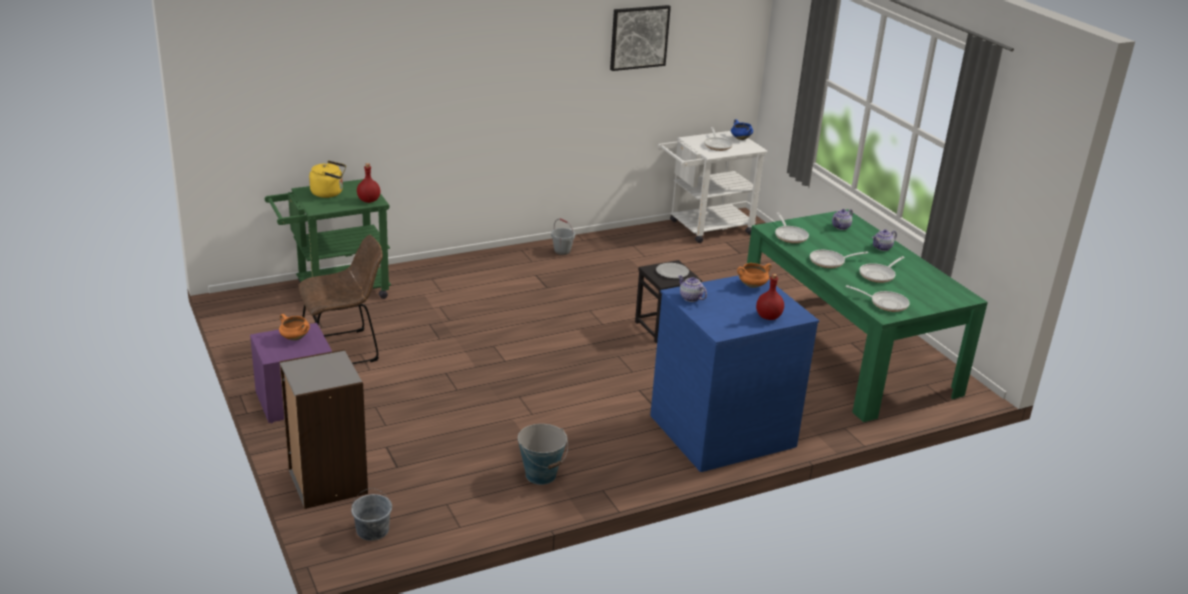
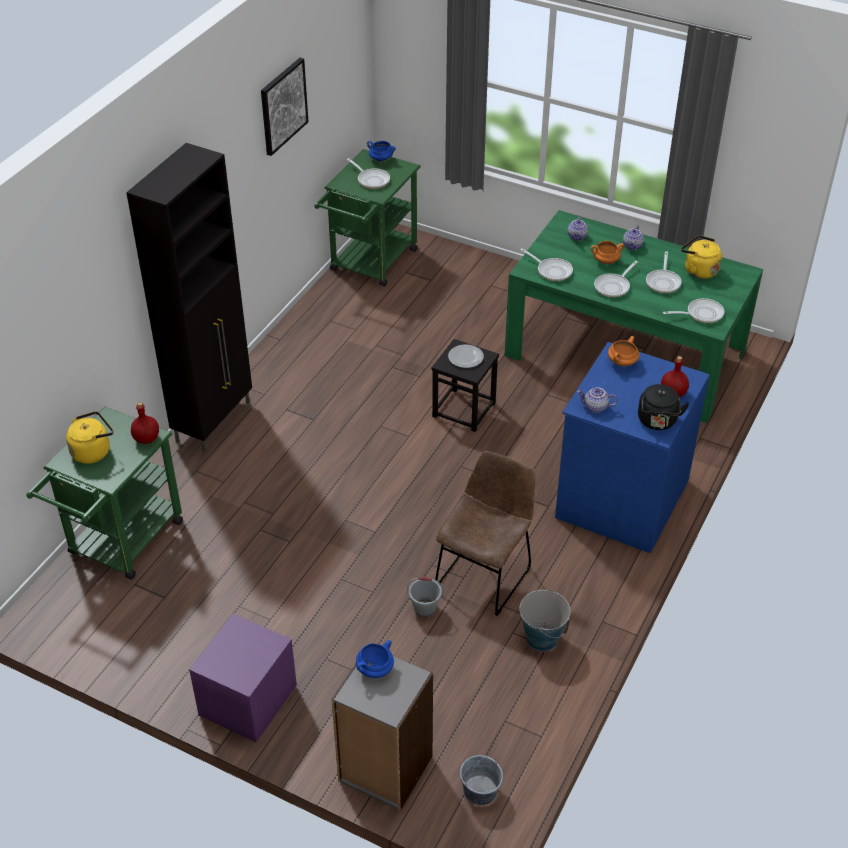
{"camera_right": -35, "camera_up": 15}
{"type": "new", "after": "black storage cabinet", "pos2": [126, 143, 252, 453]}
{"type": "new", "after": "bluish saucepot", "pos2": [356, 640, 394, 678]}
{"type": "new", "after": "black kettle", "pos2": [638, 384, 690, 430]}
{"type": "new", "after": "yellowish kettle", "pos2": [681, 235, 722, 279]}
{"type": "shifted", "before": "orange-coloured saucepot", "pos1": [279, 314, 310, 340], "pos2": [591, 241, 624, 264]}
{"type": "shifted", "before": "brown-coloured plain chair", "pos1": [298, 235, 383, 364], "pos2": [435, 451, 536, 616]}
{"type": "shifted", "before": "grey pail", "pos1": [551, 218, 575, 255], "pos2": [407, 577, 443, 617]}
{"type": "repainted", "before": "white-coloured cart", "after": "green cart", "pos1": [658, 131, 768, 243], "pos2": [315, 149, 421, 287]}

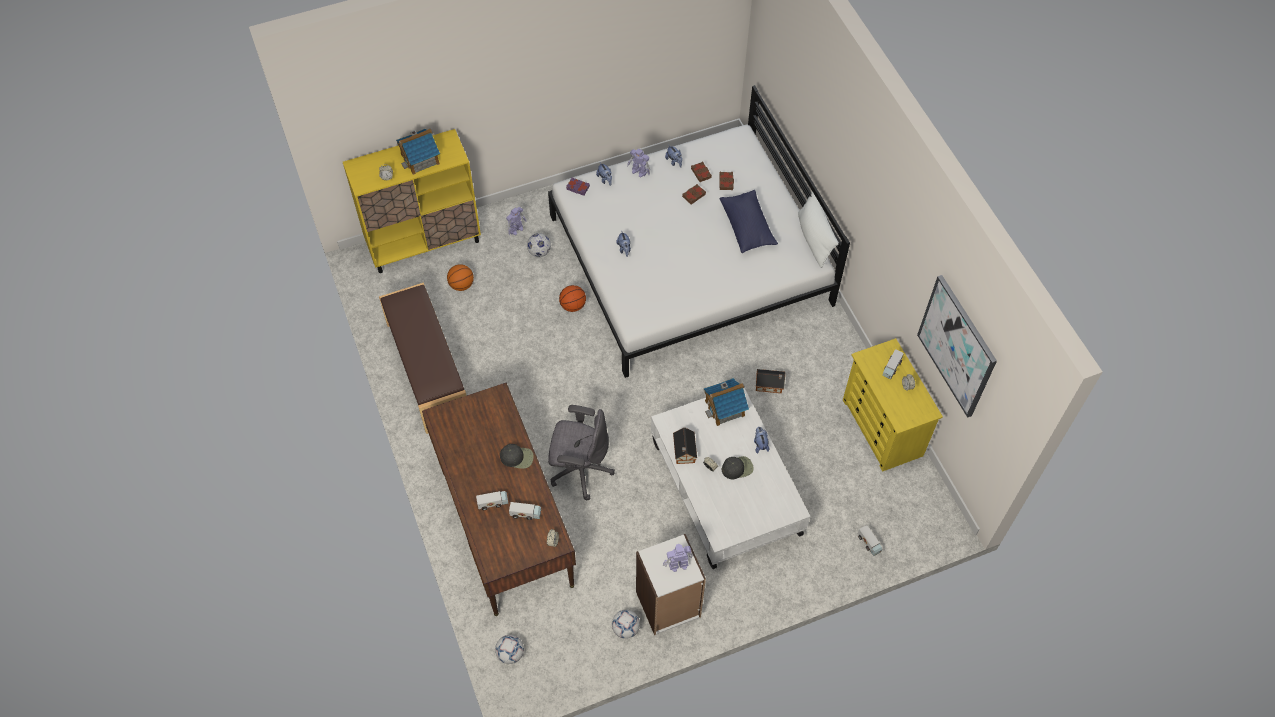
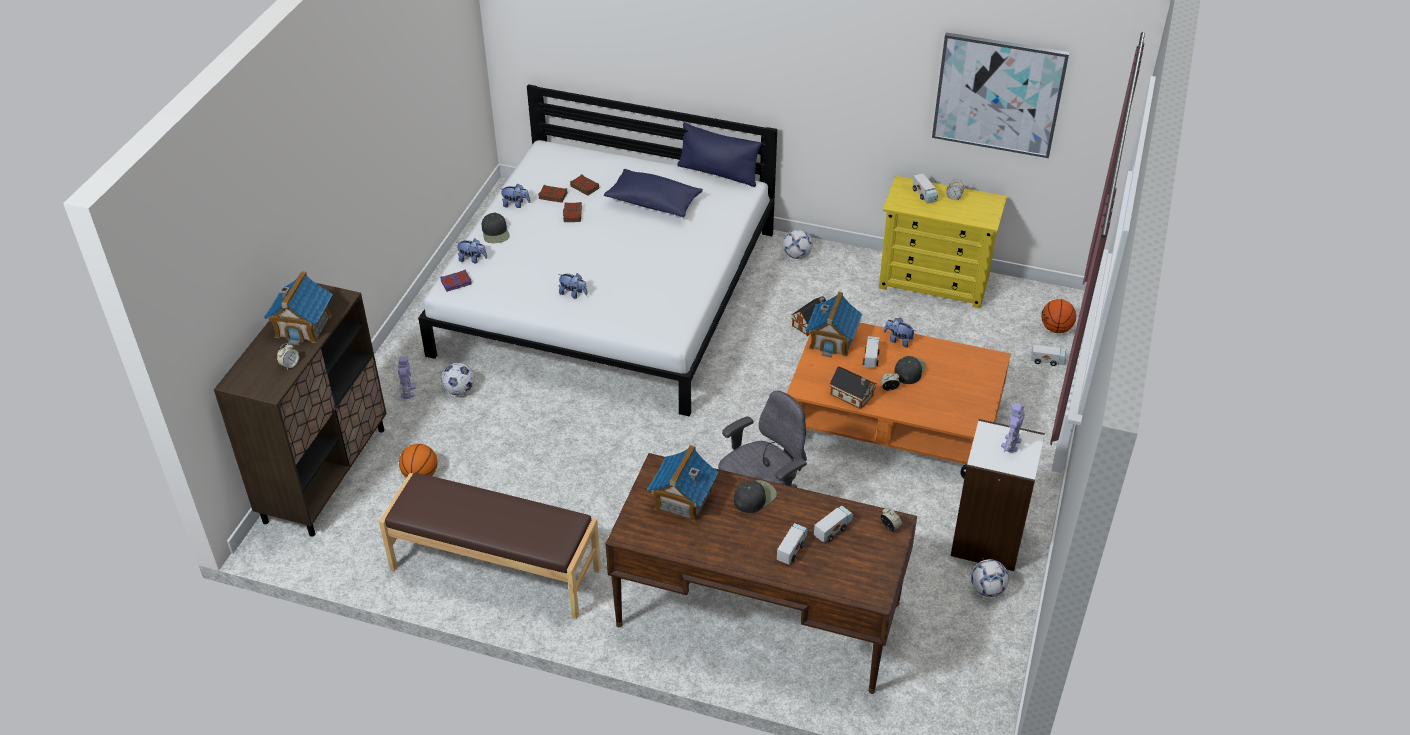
{"camera_right": -50, "camera_up": -15}
{"type": "new", "after": "miniature house", "pos2": [647, 445, 718, 522]}
{"type": "new", "after": "toy lorry", "pos2": [863, 336, 880, 368]}
{"type": "shifted", "before": "football ball", "pos1": [495, 635, 524, 664], "pos2": [783, 229, 812, 259]}
{"type": "shifted", "before": "basketball", "pos1": [559, 285, 586, 312], "pos2": [1041, 299, 1076, 333]}
{"type": "swapped", "before": "toy robot", "after": "black peaked cap", "pos1": [627, 149, 650, 178], "pos2": [482, 213, 510, 243]}
{"type": "repainted", "before": "yellowish storage cabinet", "after": "brown-coloured storage cabinet", "pos1": [343, 129, 481, 273], "pos2": [214, 283, 387, 537]}
{"type": "repainted", "before": "white-coloured lounge table", "after": "orange-coloured lounge table", "pos1": [651, 388, 810, 569], "pos2": [787, 323, 1011, 478]}
{"type": "repainted", "before": "white-coloured throw pillow", "after": "bluish throw pillow", "pos1": [798, 191, 839, 268], "pos2": [677, 123, 762, 187]}

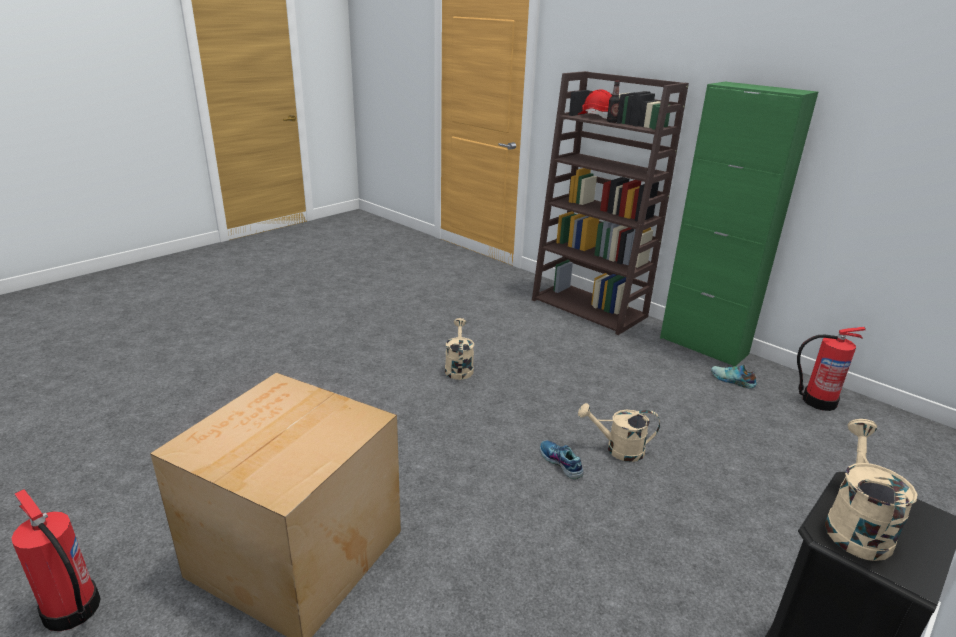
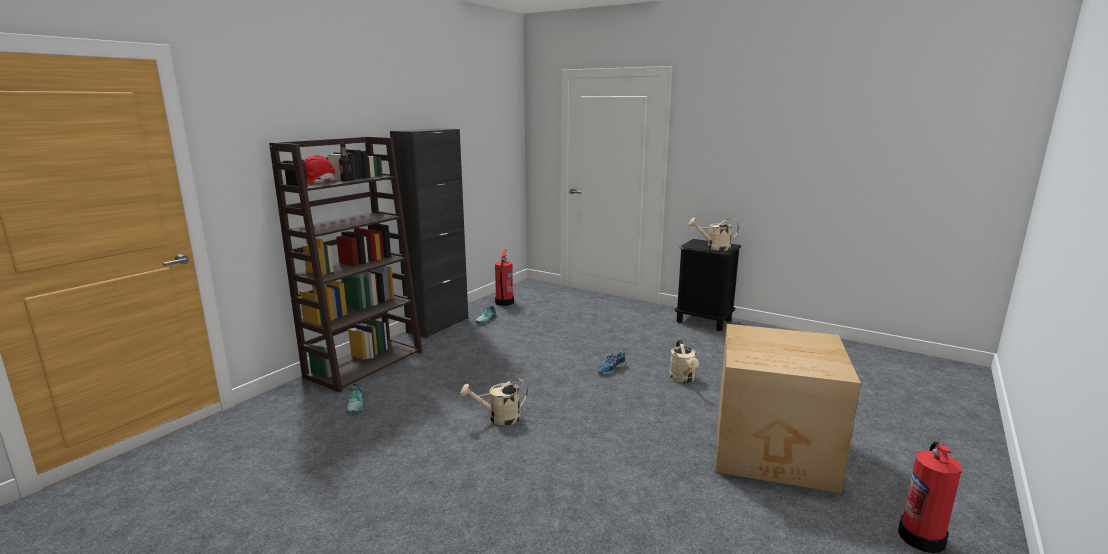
{"camera_right": -100, "camera_up": -10}
{"type": "new", "after": "low shoe", "pos2": [347, 384, 365, 413]}
{"type": "shifted", "before": "sand-coloured sprinkling can", "pos1": [578, 403, 660, 462], "pos2": [669, 339, 699, 383]}
{"type": "repainted", "before": "green storage cabinet", "after": "black storage cabinet", "pos1": [660, 82, 818, 367], "pos2": [390, 128, 468, 338]}

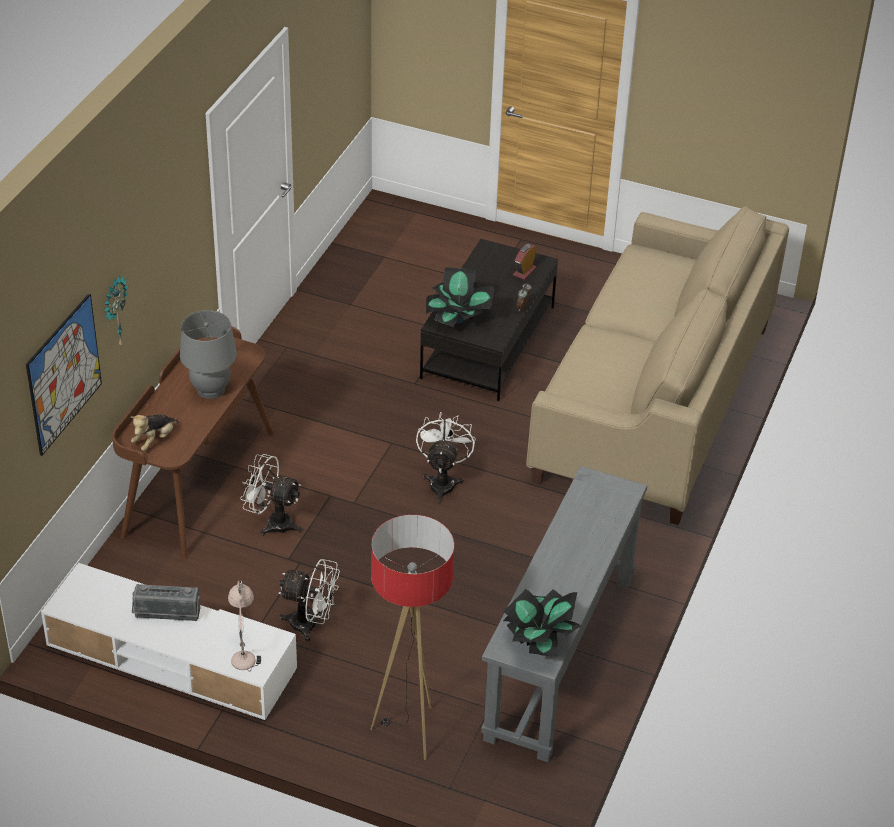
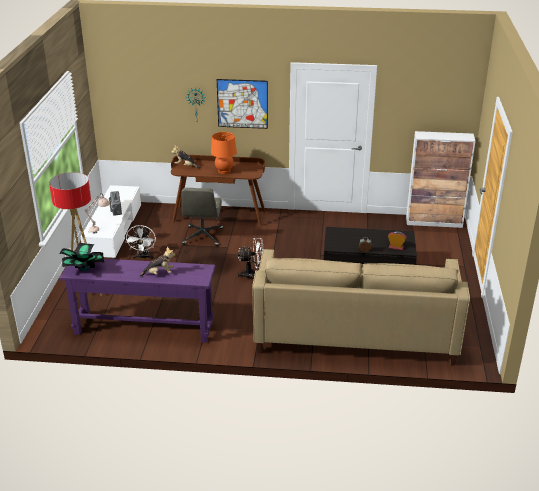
{"camera_right": 75, "camera_up": -10}
{"type": "gone", "before": "plant in a pot", "pos1": [426, 267, 495, 327]}
{"type": "new", "after": "cuddly toy", "pos2": [140, 246, 175, 276]}
{"type": "new", "after": "storage cabinet", "pos2": [406, 131, 475, 228]}
{"type": "shifted", "before": "picture", "pos1": [26, 293, 102, 456], "pos2": [217, 79, 268, 129]}
{"type": "swapped", "before": "white-coloured fan", "after": "grey computer chair", "pos1": [240, 454, 302, 536], "pos2": [181, 188, 223, 246]}
{"type": "repainted", "before": "grey lamp for a table", "after": "orange-coloured lamp for a table", "pos1": [180, 310, 237, 399], "pos2": [211, 132, 237, 174]}
{"type": "repainted", "before": "grey hall table", "after": "purple hall table", "pos1": [481, 466, 647, 762], "pos2": [60, 259, 215, 343]}

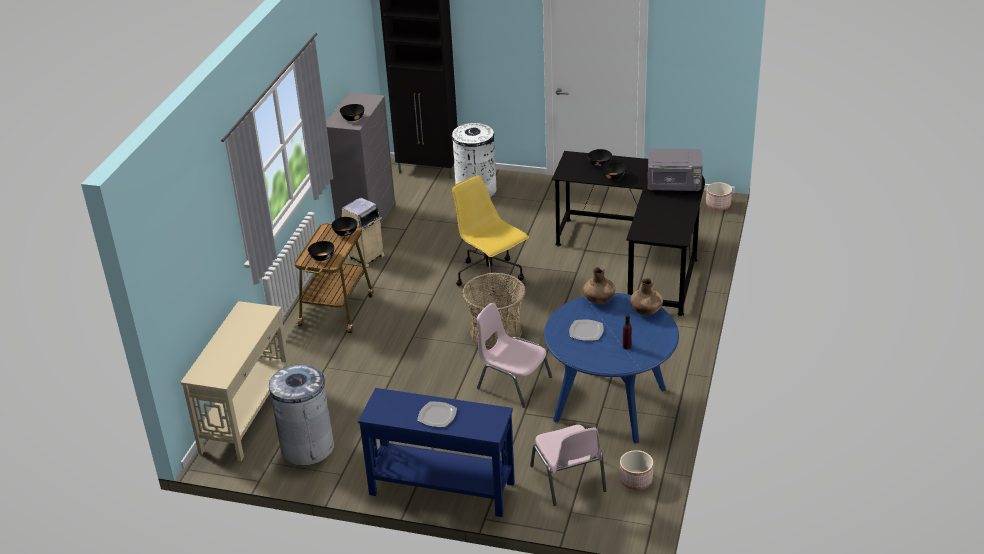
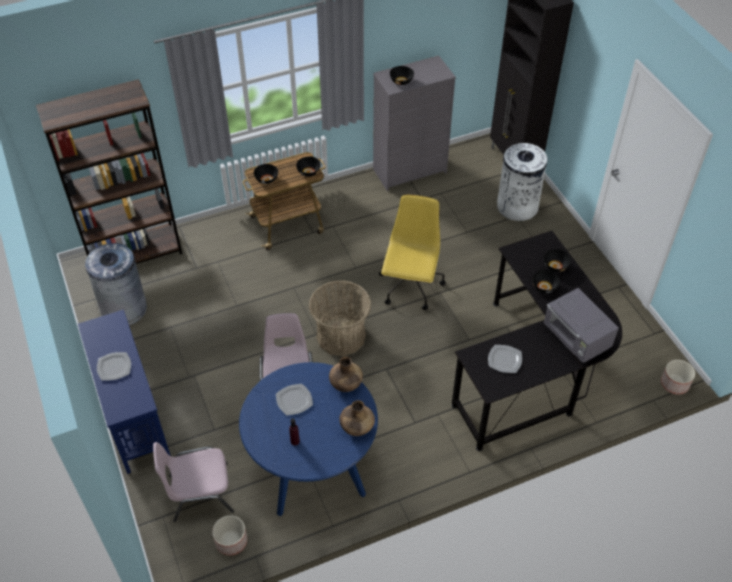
{"camera_right": 50, "camera_up": 15}
{"type": "gone", "before": "sand-coloured waste bin", "pos1": [342, 197, 384, 267]}
{"type": "new", "after": "plate", "pos2": [488, 345, 522, 373]}
{"type": "swapped", "before": "sand-coloured hall table", "after": "brown-coloured shelving unit", "pos1": [180, 301, 290, 461], "pos2": [36, 79, 182, 264]}
{"type": "rotated", "before": "pinkish plain chair", "pos1": [530, 425, 606, 506], "pos2": [153, 442, 234, 522], "turn": 45}

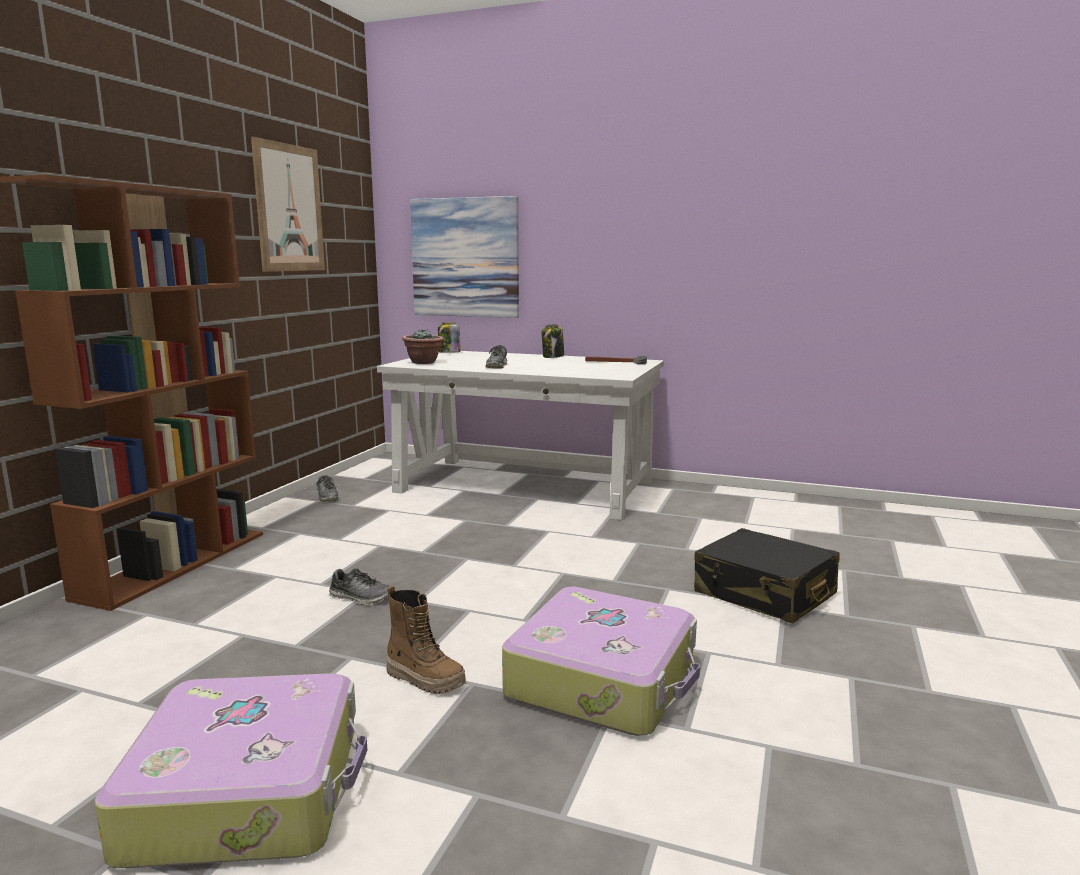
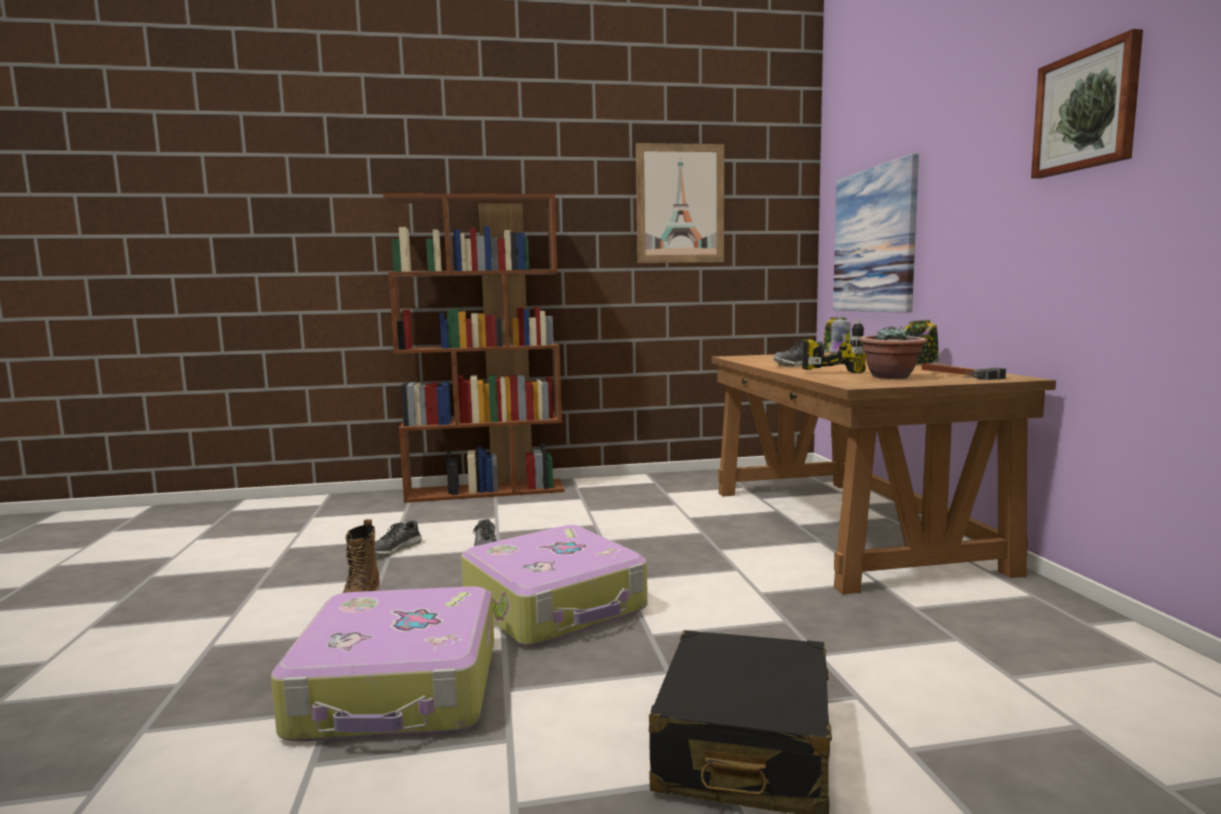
{"camera_right": 60, "camera_up": -5}
{"type": "new", "after": "drill", "pos2": [802, 319, 866, 373]}
{"type": "new", "after": "picture", "pos2": [1031, 29, 1143, 179]}
{"type": "shifted", "before": "suitcase", "pos1": [95, 673, 367, 868], "pos2": [461, 525, 648, 646]}
{"type": "shifted", "before": "low shoe", "pos1": [316, 475, 339, 502], "pos2": [375, 520, 422, 557]}
{"type": "shifted", "before": "plant in a pot", "pos1": [402, 329, 444, 364], "pos2": [859, 326, 927, 379]}
{"type": "repainted", "before": "white-coloured desk", "after": "brown-coloured desk", "pos1": [377, 351, 664, 520], "pos2": [712, 352, 1056, 594]}

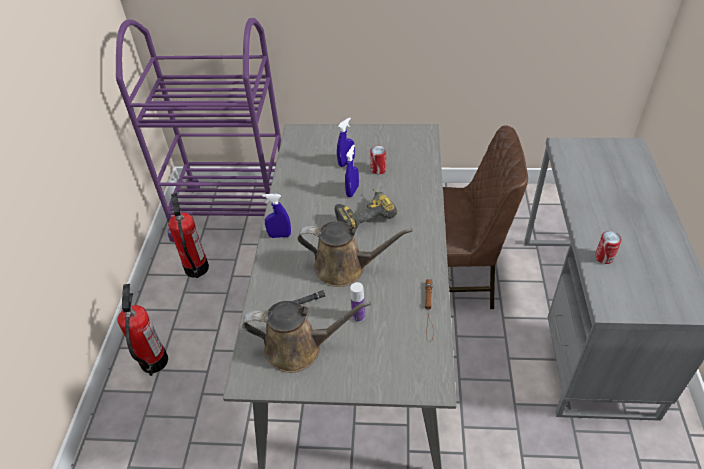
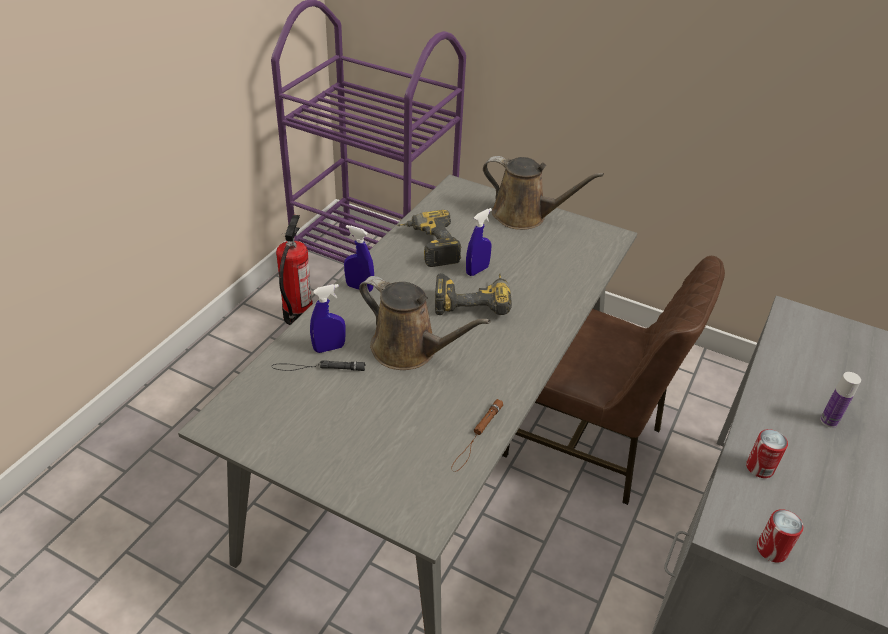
{"camera_right": 20, "camera_up": -5}
{"type": "gone", "before": "fire extinguisher", "pos1": [117, 284, 168, 376]}
{"type": "new", "after": "drill", "pos2": [397, 210, 461, 267]}
{"type": "shifted", "before": "brown-coloured sprinkling can", "pos1": [242, 301, 371, 373], "pos2": [483, 156, 604, 230]}
{"type": "shifted", "before": "bluish sprayer", "pos1": [337, 117, 355, 167], "pos2": [310, 284, 346, 353]}
{"type": "shifted", "before": "drink bottle", "pos1": [350, 282, 365, 322], "pos2": [820, 372, 861, 428]}
{"type": "shifted", "before": "sealed can", "pos1": [370, 146, 386, 174], "pos2": [757, 509, 803, 563]}

